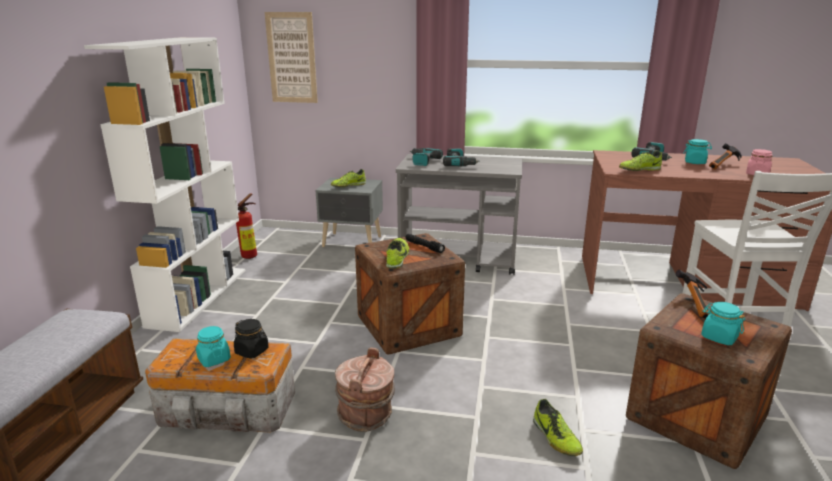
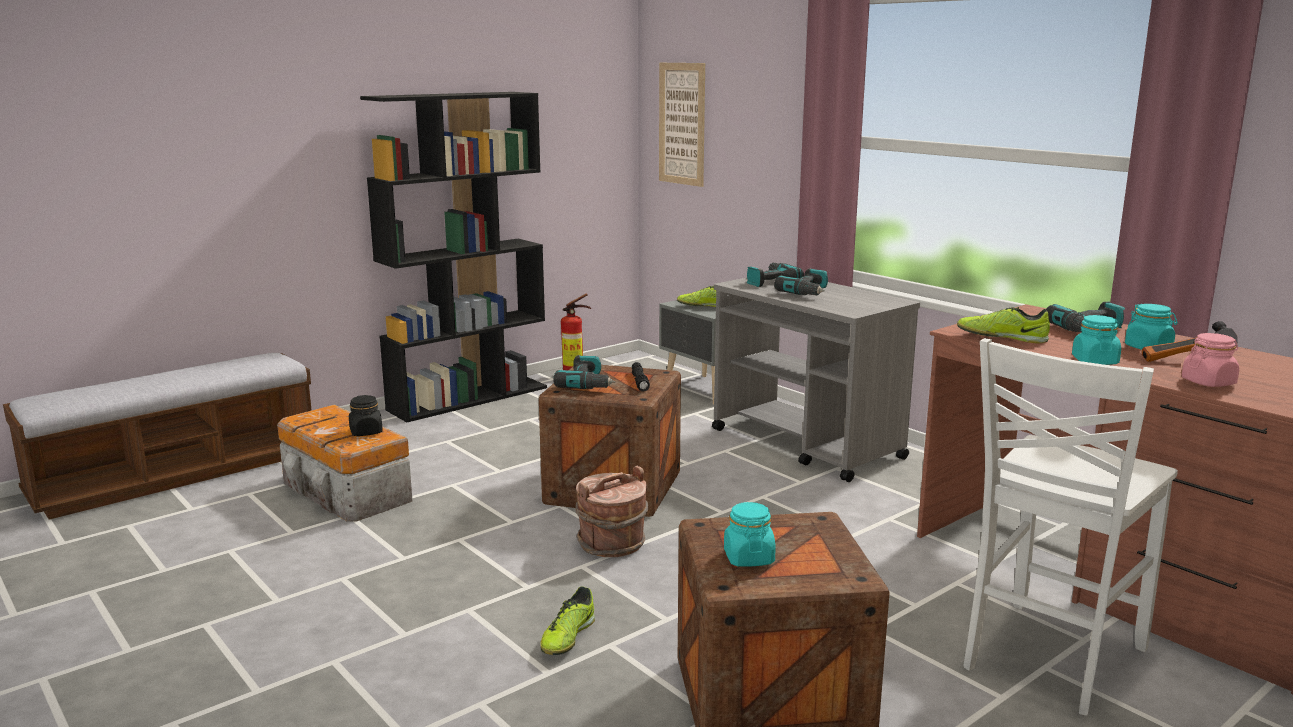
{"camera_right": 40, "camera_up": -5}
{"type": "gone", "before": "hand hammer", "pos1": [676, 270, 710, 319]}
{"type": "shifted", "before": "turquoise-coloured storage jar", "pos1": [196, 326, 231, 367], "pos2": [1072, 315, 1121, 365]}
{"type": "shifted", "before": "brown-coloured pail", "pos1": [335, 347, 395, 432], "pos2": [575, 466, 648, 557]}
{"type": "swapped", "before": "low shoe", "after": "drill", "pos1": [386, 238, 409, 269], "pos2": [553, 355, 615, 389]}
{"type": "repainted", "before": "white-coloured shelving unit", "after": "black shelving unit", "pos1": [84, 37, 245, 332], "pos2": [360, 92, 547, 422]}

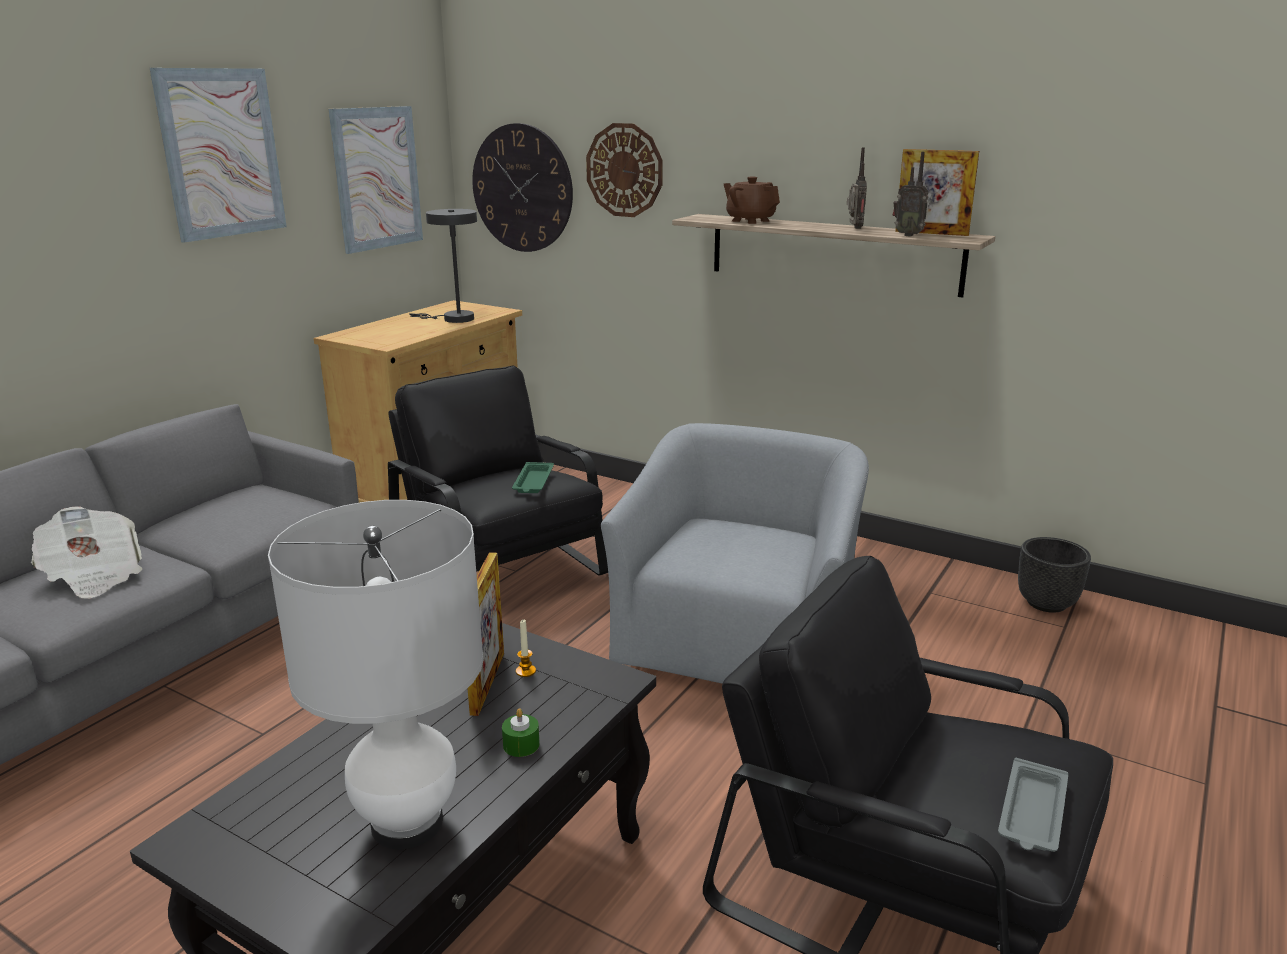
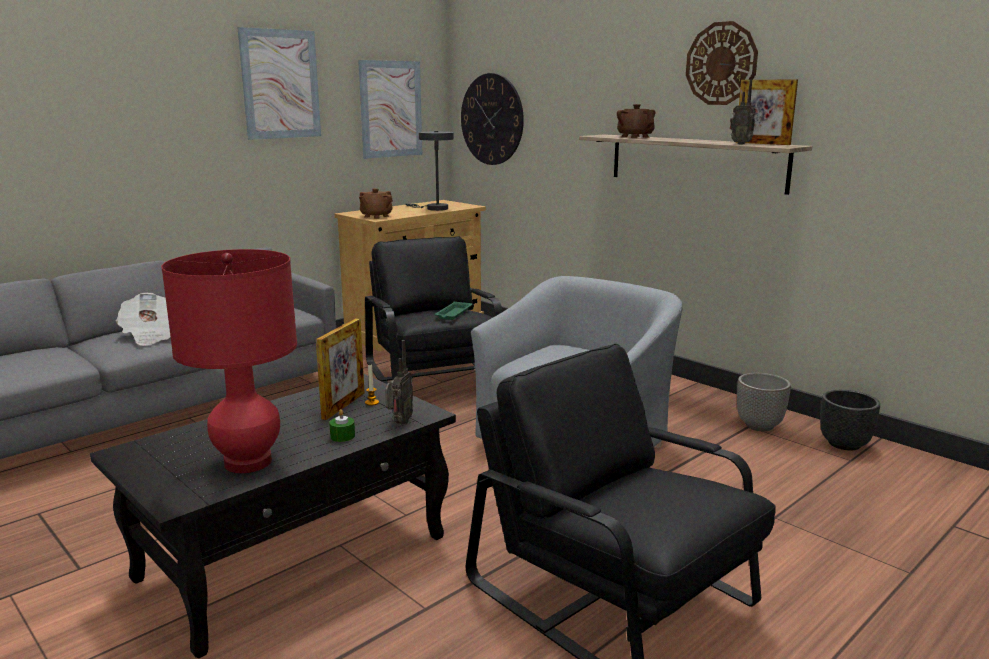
{"camera_right": 15, "camera_up": -5}
{"type": "gone", "before": "grey carrying tray", "pos1": [998, 758, 1068, 852]}
{"type": "new", "after": "brown-coloured teapot", "pos2": [359, 188, 393, 219]}
{"type": "new", "after": "flower pot", "pos2": [737, 373, 791, 431]}
{"type": "shifted", "before": "wall clock", "pos1": [586, 123, 663, 217], "pos2": [686, 21, 758, 105]}
{"type": "shifted", "before": "radio receiver", "pos1": [847, 147, 867, 229], "pos2": [385, 340, 413, 425]}
{"type": "repainted", "before": "white-coloured lamp for a table", "after": "red-coloured lamp for a table", "pos1": [268, 500, 484, 850], "pos2": [161, 249, 297, 473]}

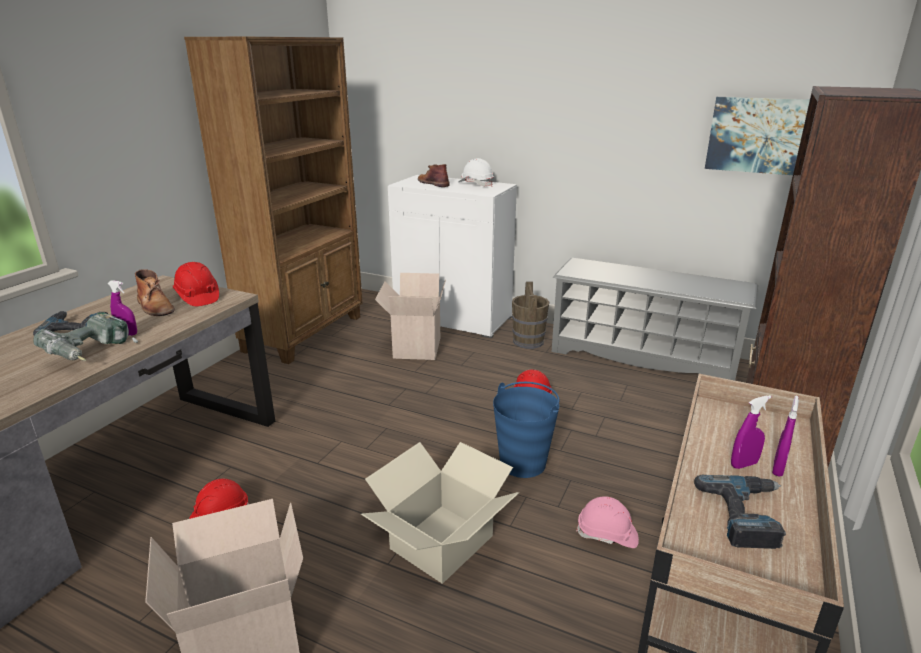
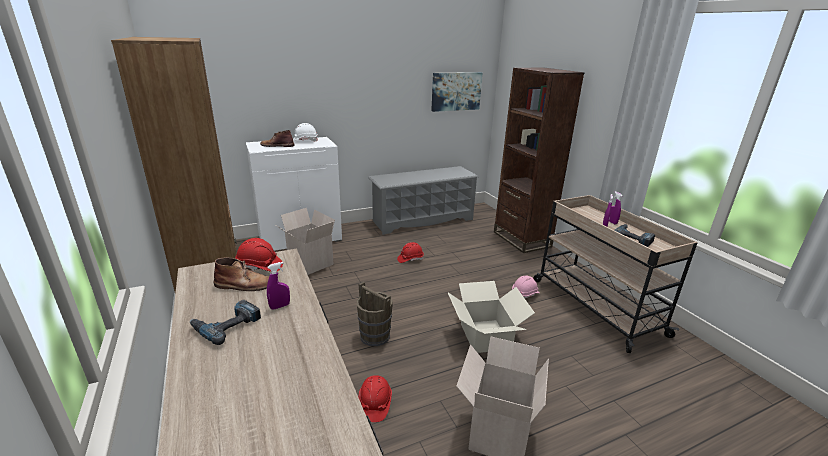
{"camera_right": -50, "camera_up": 0}
{"type": "gone", "before": "drill", "pos1": [34, 312, 138, 361]}
{"type": "gone", "before": "bluish pail", "pos1": [493, 382, 559, 478]}
{"type": "shifted", "before": "brown-coloured pail", "pos1": [512, 282, 549, 349], "pos2": [356, 282, 393, 346]}

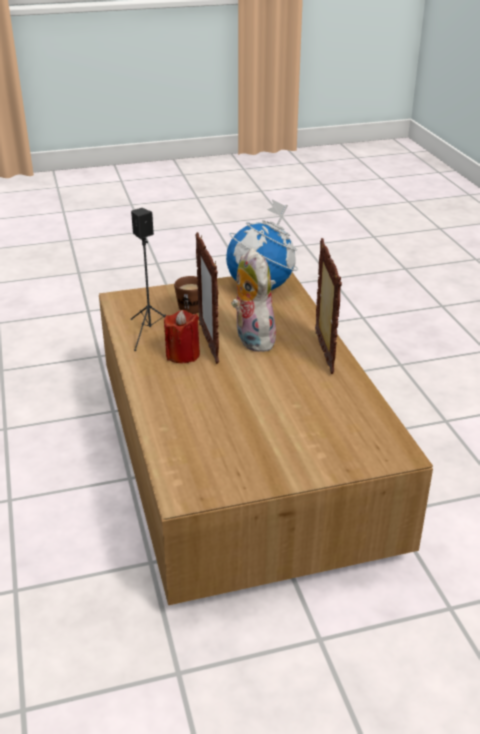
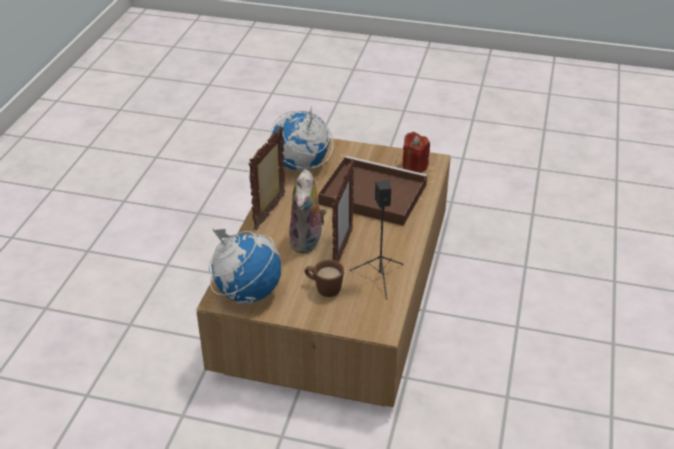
{"camera_right": -150, "camera_up": 5}
{"type": "new", "after": "globe", "pos2": [270, 107, 333, 171]}
{"type": "new", "after": "brown-coloured carrying tray", "pos2": [318, 156, 428, 226]}
{"type": "shifted", "before": "red-coloured wax candle", "pos1": [164, 310, 200, 363], "pos2": [402, 132, 430, 173]}

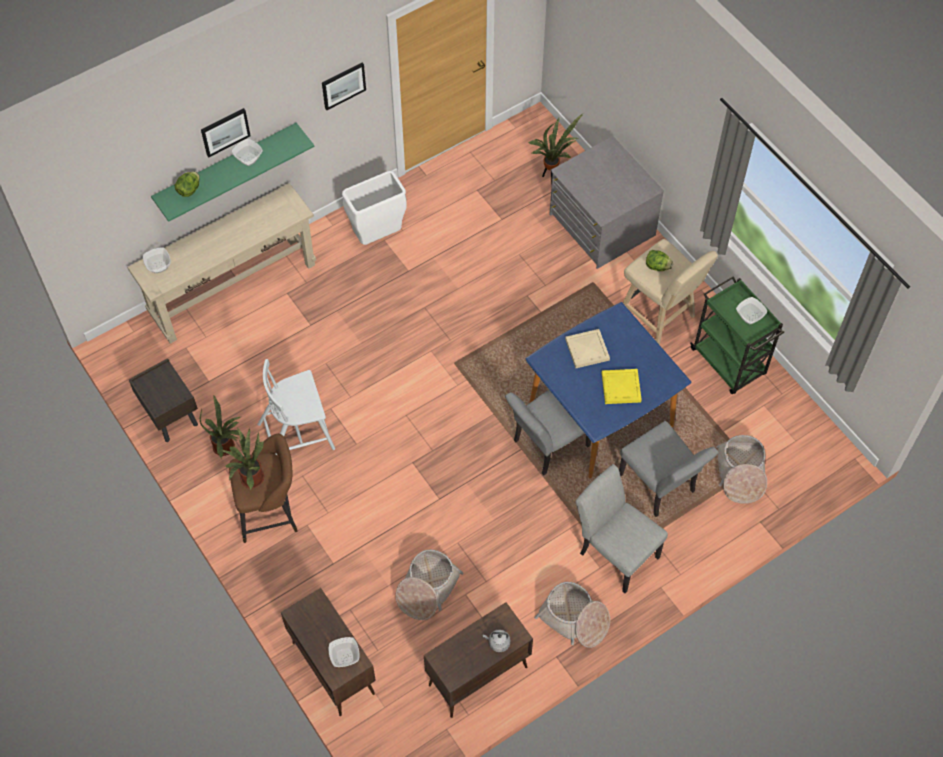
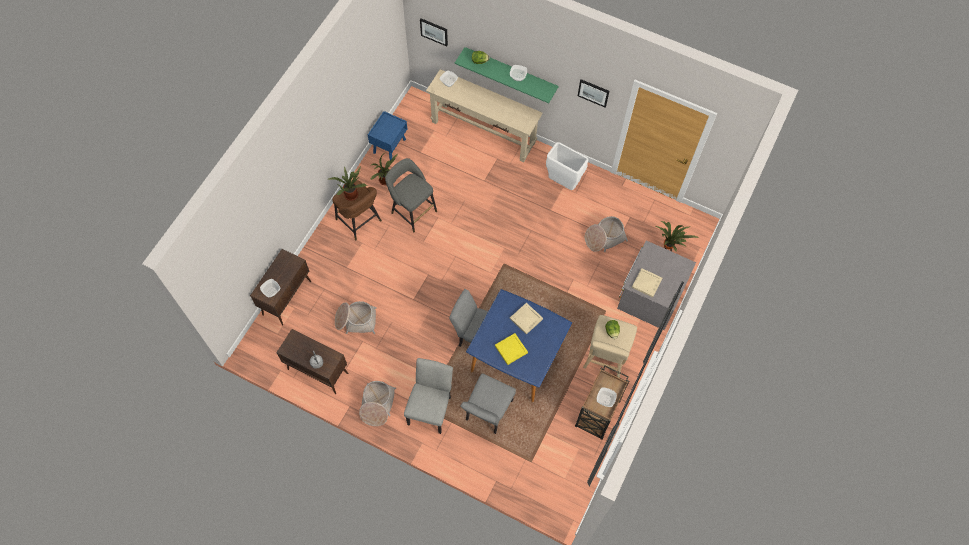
{"camera_right": 60, "camera_up": 5}
{"type": "new", "after": "sand-coloured carrying tray", "pos2": [632, 268, 662, 298]}
{"type": "shifted", "before": "picture", "pos1": [201, 108, 251, 157], "pos2": [420, 18, 448, 46]}
{"type": "shifted", "before": "basket", "pos1": [716, 435, 767, 504], "pos2": [585, 216, 628, 252]}
{"type": "swapped", "before": "white-coloured plain chair", "after": "grey sitting stool", "pos1": [257, 359, 335, 455], "pos2": [385, 158, 437, 232]}
{"type": "repainted", "before": "brown-coloured nightstand", "after": "bluish nightstand", "pos1": [129, 359, 198, 442], "pos2": [368, 111, 407, 160]}
{"type": "repainted", "before": "green cart", "after": "brown-coloured cart", "pos1": [690, 276, 784, 394], "pos2": [575, 366, 629, 440]}

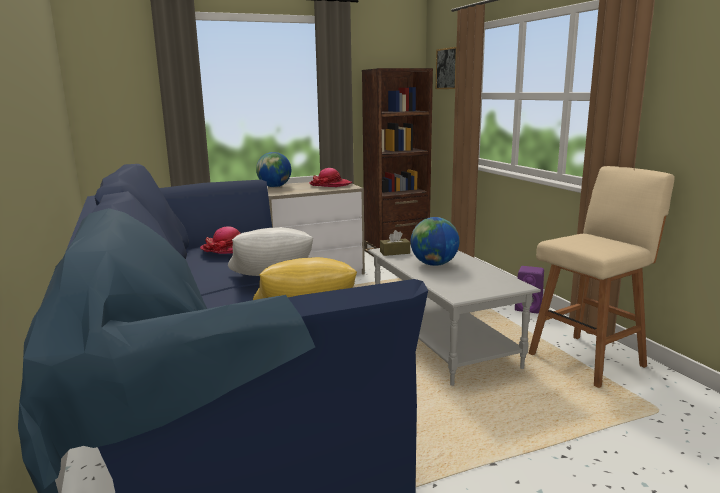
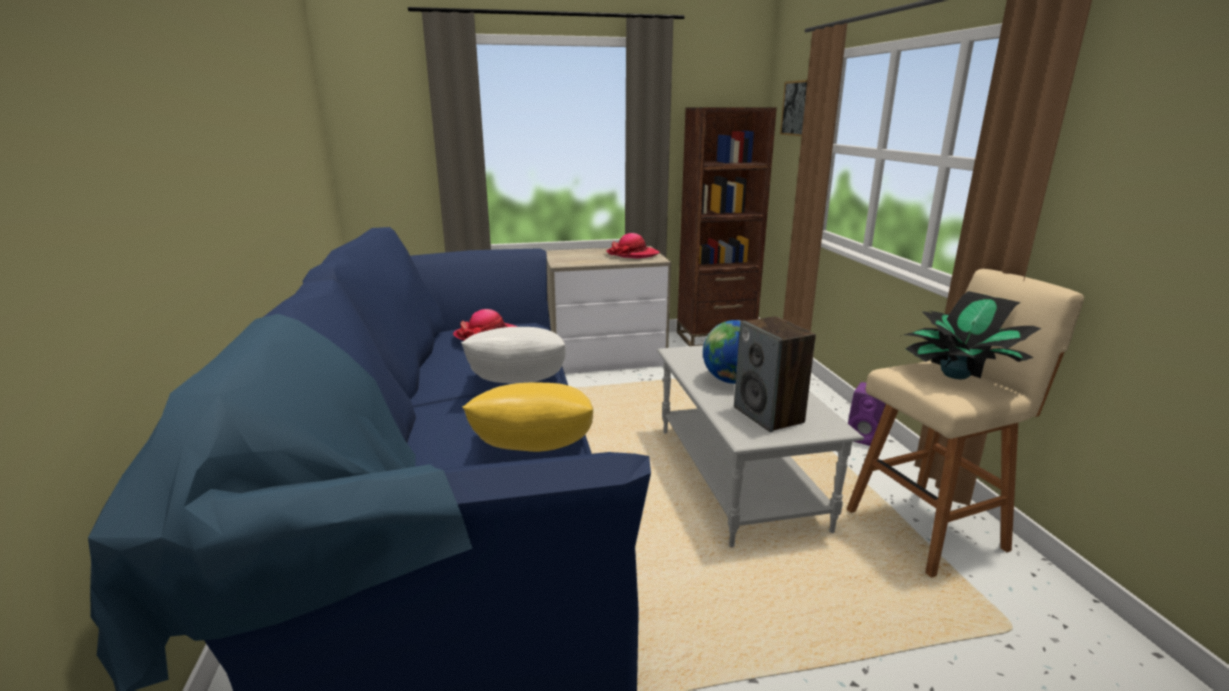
{"camera_right": 10, "camera_up": 5}
{"type": "gone", "before": "globe", "pos1": [256, 152, 291, 187]}
{"type": "gone", "before": "brown-coloured tissue box", "pos1": [380, 230, 410, 256]}
{"type": "new", "after": "audio speaker", "pos2": [734, 316, 816, 432]}
{"type": "new", "after": "plant in a pot", "pos2": [901, 291, 1041, 379]}

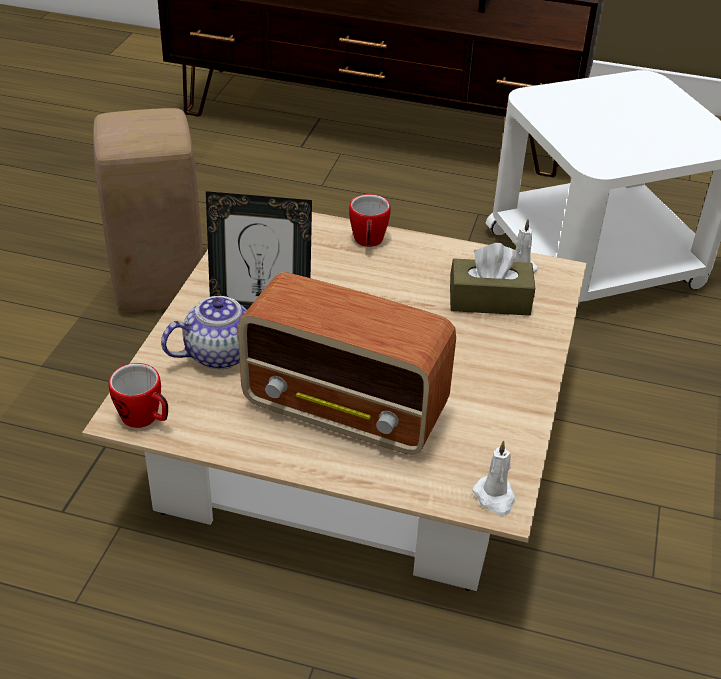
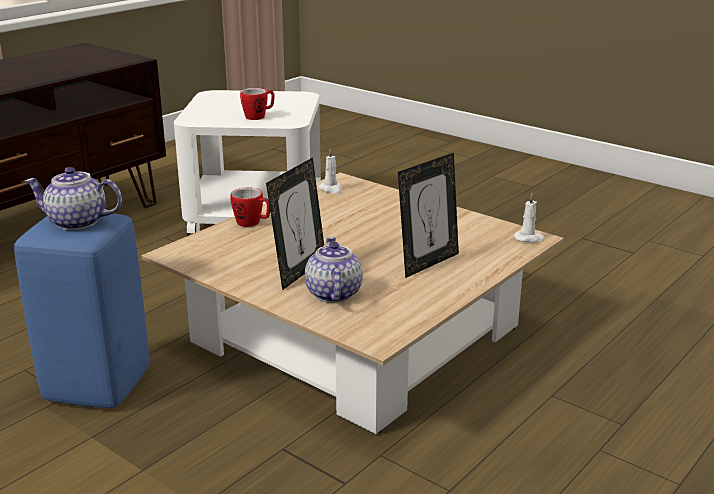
{"camera_right": -65, "camera_up": -15}
{"type": "gone", "before": "brown-coloured tissue box", "pos1": [450, 243, 535, 316]}
{"type": "new", "after": "teapot", "pos2": [25, 167, 122, 230]}
{"type": "shifted", "before": "tea mug", "pos1": [108, 363, 168, 428], "pos2": [240, 88, 275, 120]}
{"type": "swapped", "before": "radio receiver", "after": "photo frame", "pos1": [238, 272, 456, 454], "pos2": [398, 153, 459, 278]}
{"type": "repainted", "before": "sand-coloured sitting stool", "after": "bluish sitting stool", "pos1": [93, 108, 203, 312], "pos2": [14, 213, 149, 408]}

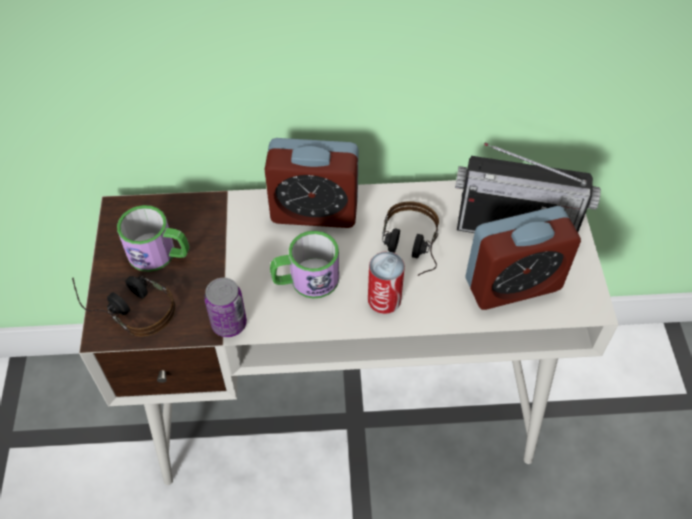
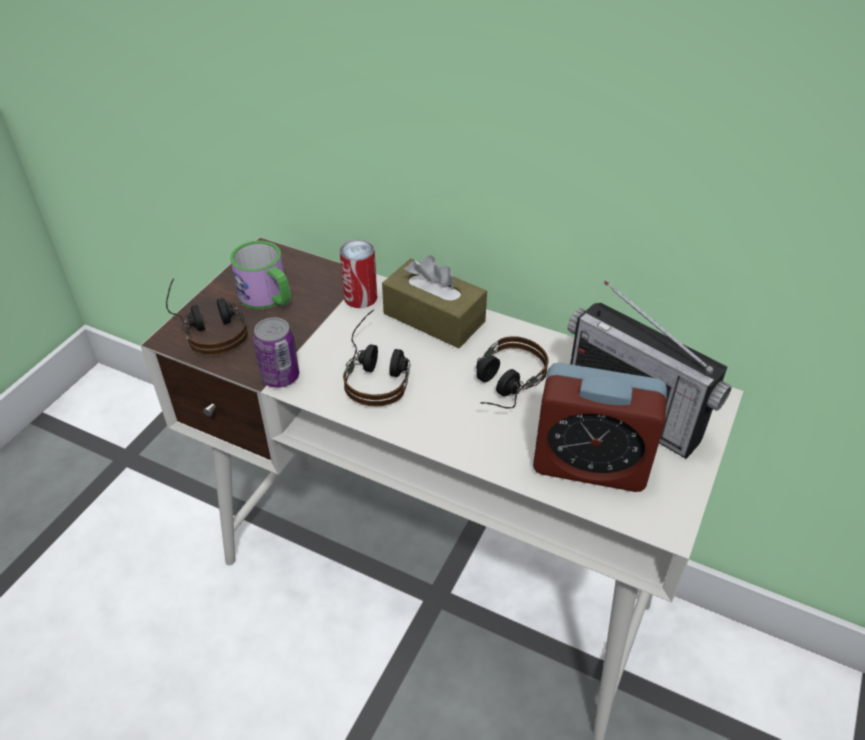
{"camera_right": 30, "camera_up": -10}
{"type": "shifted", "before": "sealed can", "pos1": [368, 251, 405, 314], "pos2": [340, 240, 377, 308]}
{"type": "swapped", "before": "alarm clock", "after": "brown-coloured tissue box", "pos1": [264, 138, 359, 228], "pos2": [382, 256, 487, 348]}
{"type": "swapped", "before": "tea mug", "after": "headset", "pos1": [270, 231, 339, 299], "pos2": [343, 310, 411, 407]}

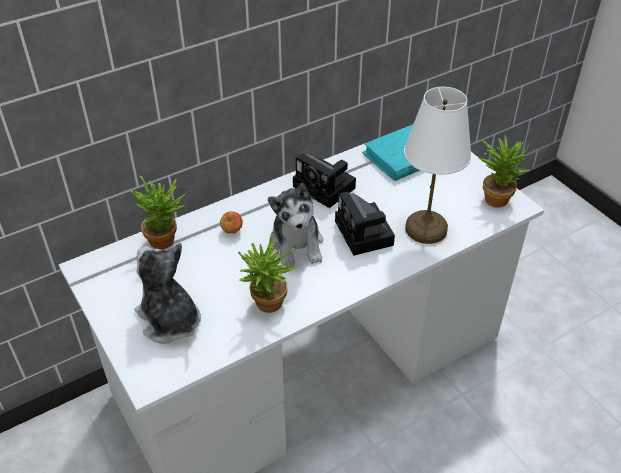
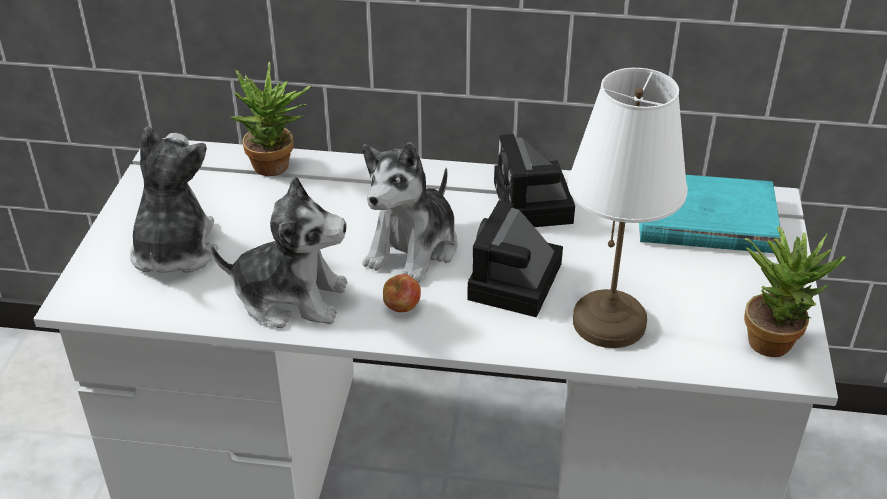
{"camera_right": 40, "camera_up": -5}
{"type": "shifted", "before": "apple", "pos1": [220, 211, 243, 234], "pos2": [383, 274, 421, 312]}
{"type": "swapped", "before": "plant in a pot", "after": "cuddly toy", "pos1": [238, 233, 298, 313], "pos2": [211, 176, 347, 328]}

